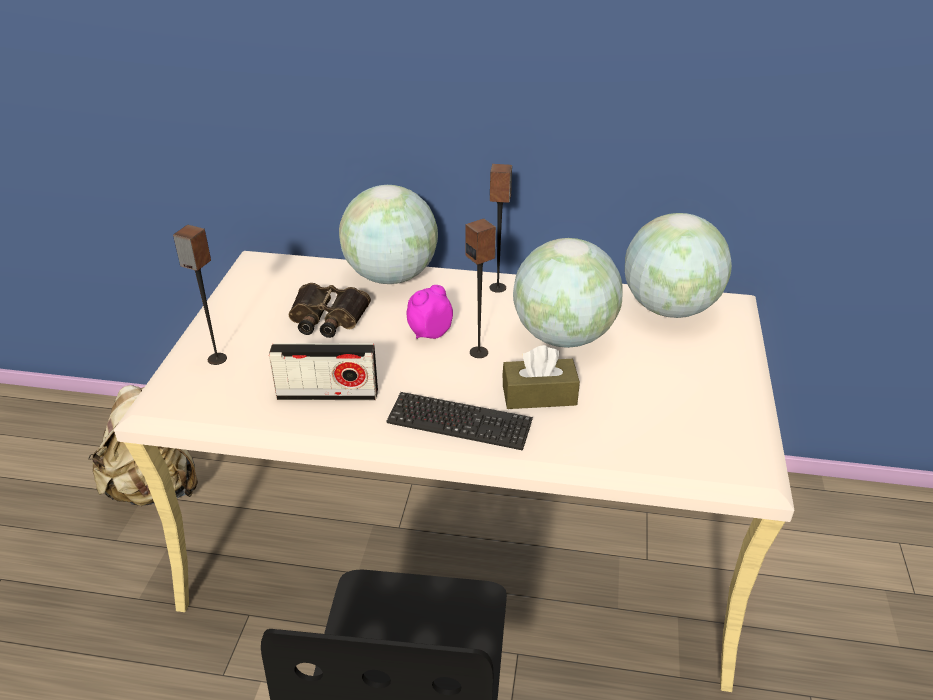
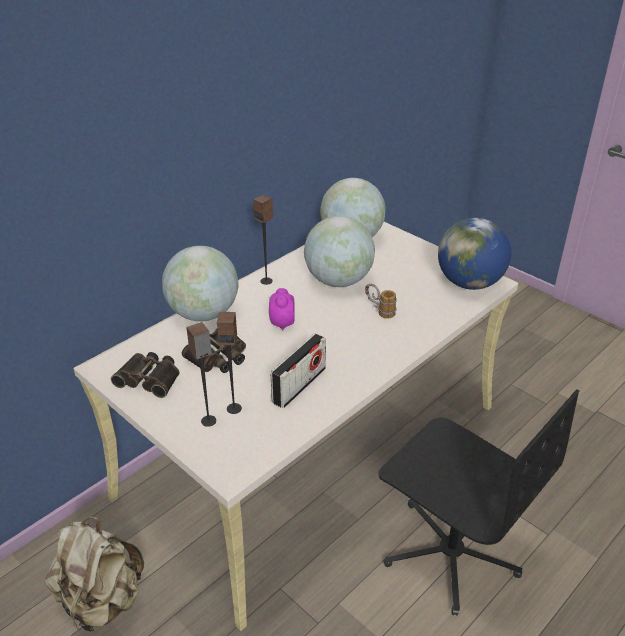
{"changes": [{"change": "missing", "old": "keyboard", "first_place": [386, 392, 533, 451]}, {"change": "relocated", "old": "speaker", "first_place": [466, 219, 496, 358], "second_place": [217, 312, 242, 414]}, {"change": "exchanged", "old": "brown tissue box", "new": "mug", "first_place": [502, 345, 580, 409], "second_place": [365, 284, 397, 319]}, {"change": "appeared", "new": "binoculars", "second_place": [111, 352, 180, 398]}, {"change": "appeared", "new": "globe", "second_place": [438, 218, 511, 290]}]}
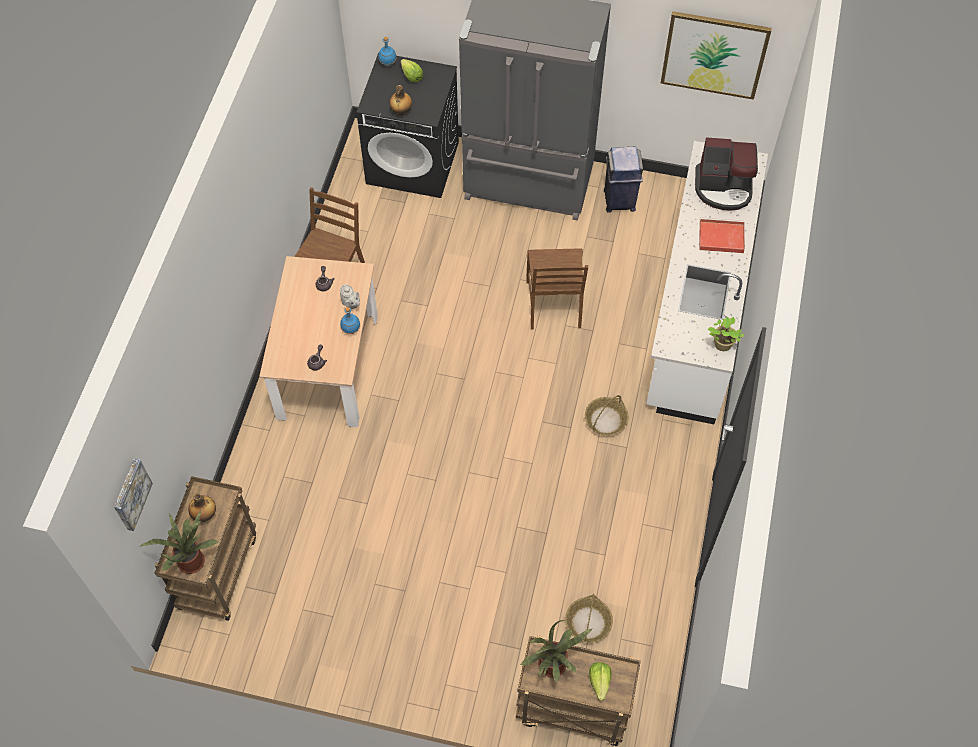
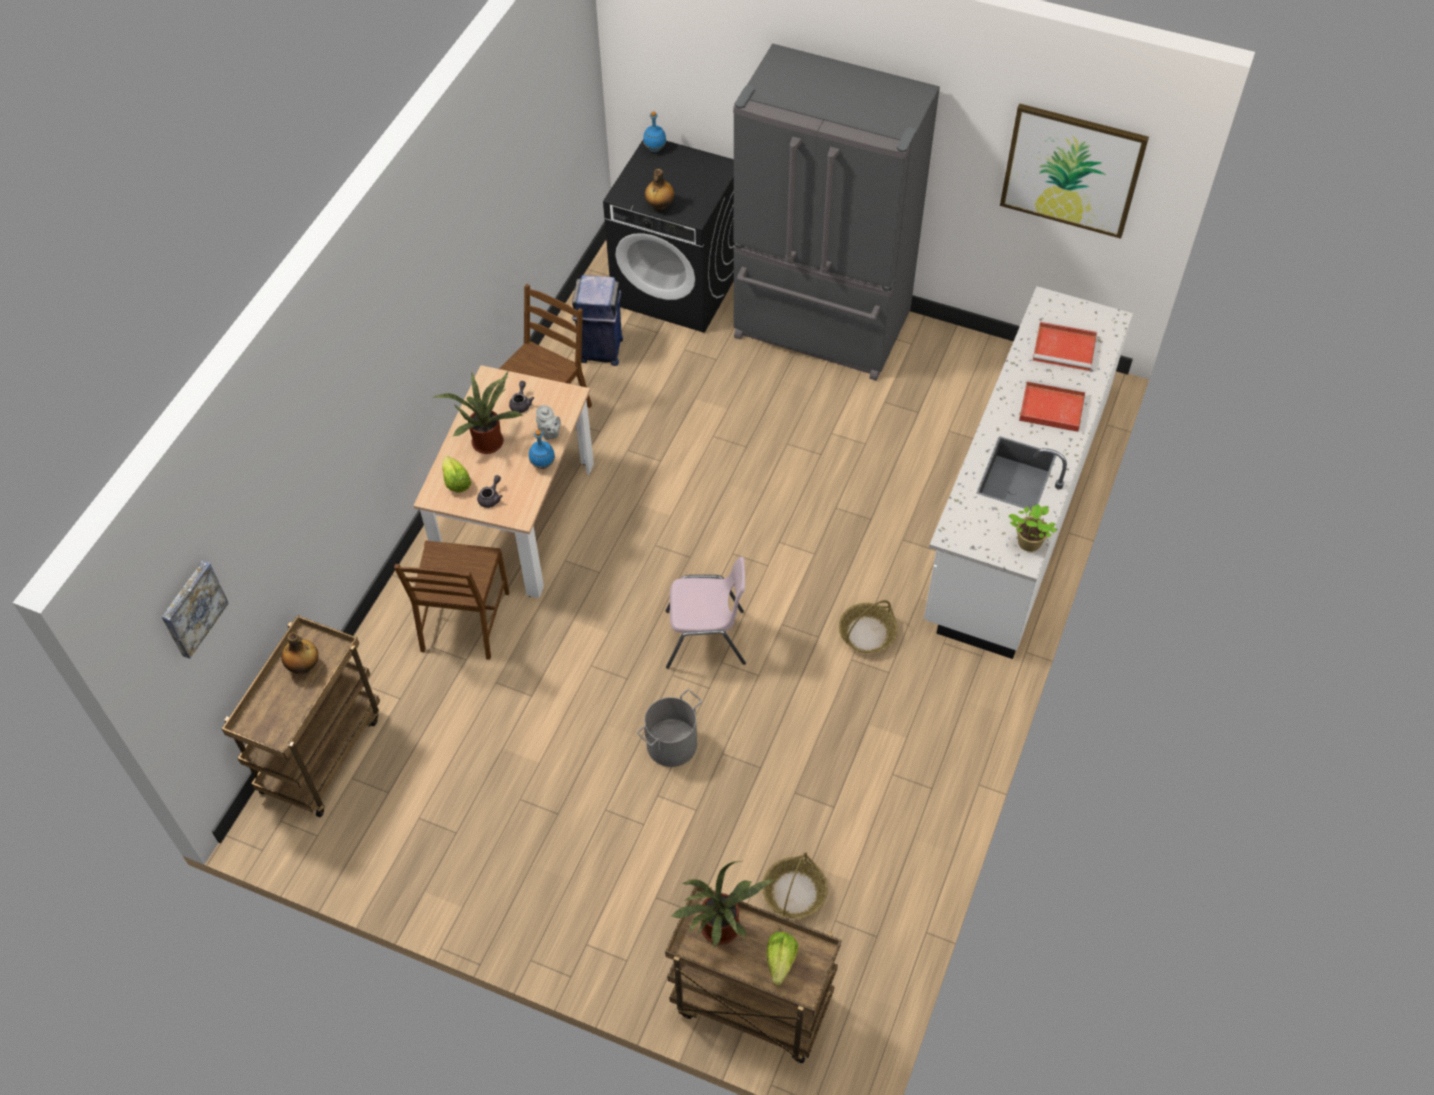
{"changes": [{"change": "relocated", "old": "potted plant", "first_place": [139, 510, 218, 574], "second_place": [433, 372, 524, 454]}, {"change": "relocated", "old": "lettuce", "first_place": [401, 59, 423, 82], "second_place": [442, 456, 471, 493]}, {"change": "relocated", "old": "brown chair", "first_place": [526, 248, 588, 330], "second_place": [394, 540, 509, 660]}, {"change": "relocated", "old": "blue trash can", "first_place": [604, 147, 643, 212], "second_place": [572, 275, 623, 366]}, {"change": "exchanged", "old": "coffee machine", "new": "red tray", "first_place": [695, 138, 758, 211], "second_place": [1032, 322, 1097, 371]}, {"change": "appeared", "new": "grey bucket", "second_place": [637, 689, 702, 767]}, {"change": "appeared", "new": "pink chair", "second_place": [666, 557, 746, 669]}]}
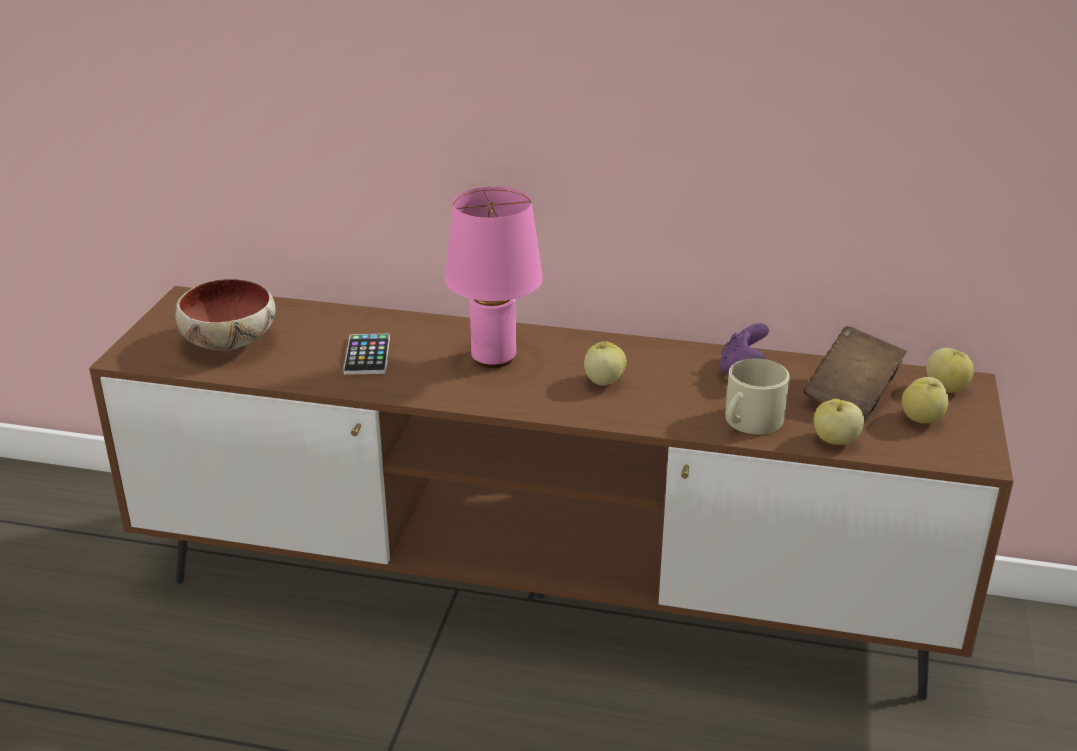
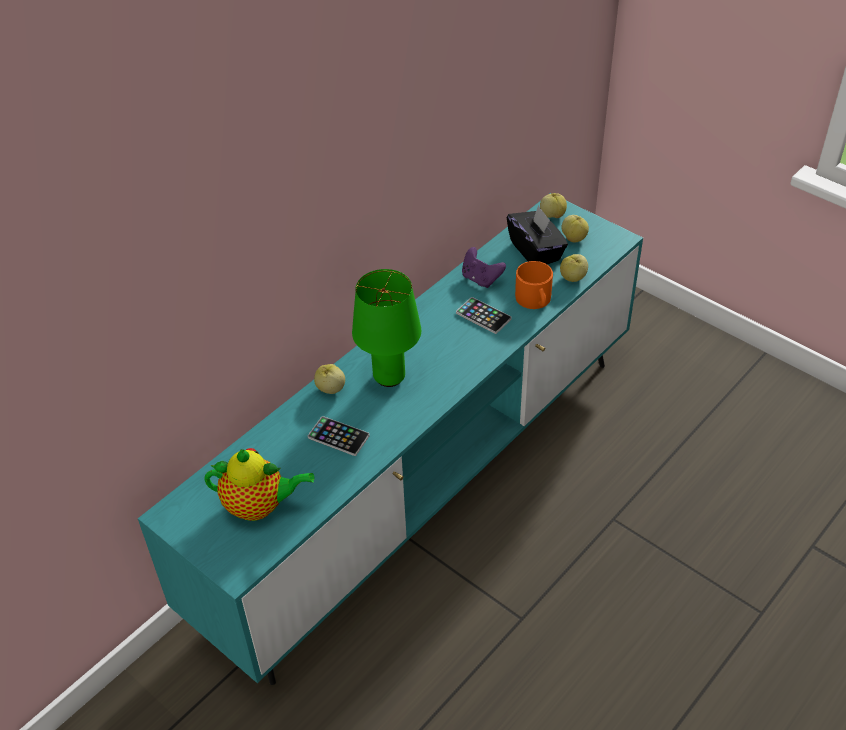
{"changes": [{"change": "colour", "old": "brown tv stand", "new": "turquoise tv stand", "first_place": [89, 286, 1013, 700], "second_place": [138, 193, 643, 685]}, {"change": "exchanged", "old": "bowl", "new": "teapot", "first_place": [174, 279, 276, 351], "second_place": [204, 448, 314, 521]}, {"change": "colour", "old": "pink table lamp", "new": "green table lamp", "first_place": [445, 187, 543, 368], "second_place": [352, 269, 421, 387]}, {"change": "relocated", "old": "apple", "first_place": [584, 341, 627, 386], "second_place": [314, 364, 345, 394]}, {"change": "colour", "old": "beige mug", "new": "orange mug", "first_place": [725, 359, 790, 434], "second_place": [515, 261, 553, 309]}, {"change": "exchanged", "old": "brown book", "new": "black tissue box", "first_place": [804, 326, 907, 421], "second_place": [507, 205, 568, 264]}, {"change": "appeared", "new": "phone", "second_place": [456, 297, 512, 334]}]}
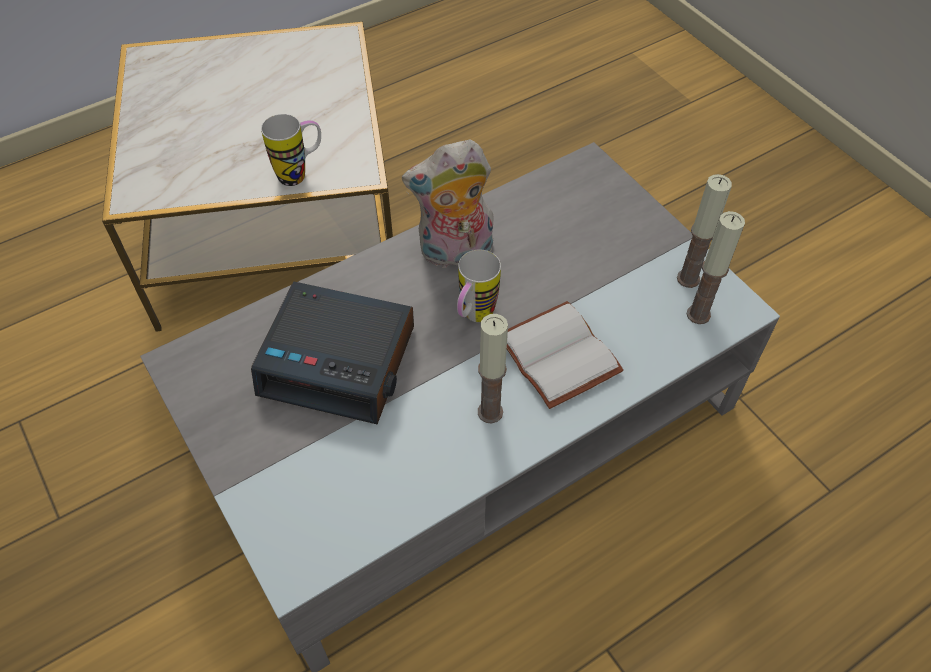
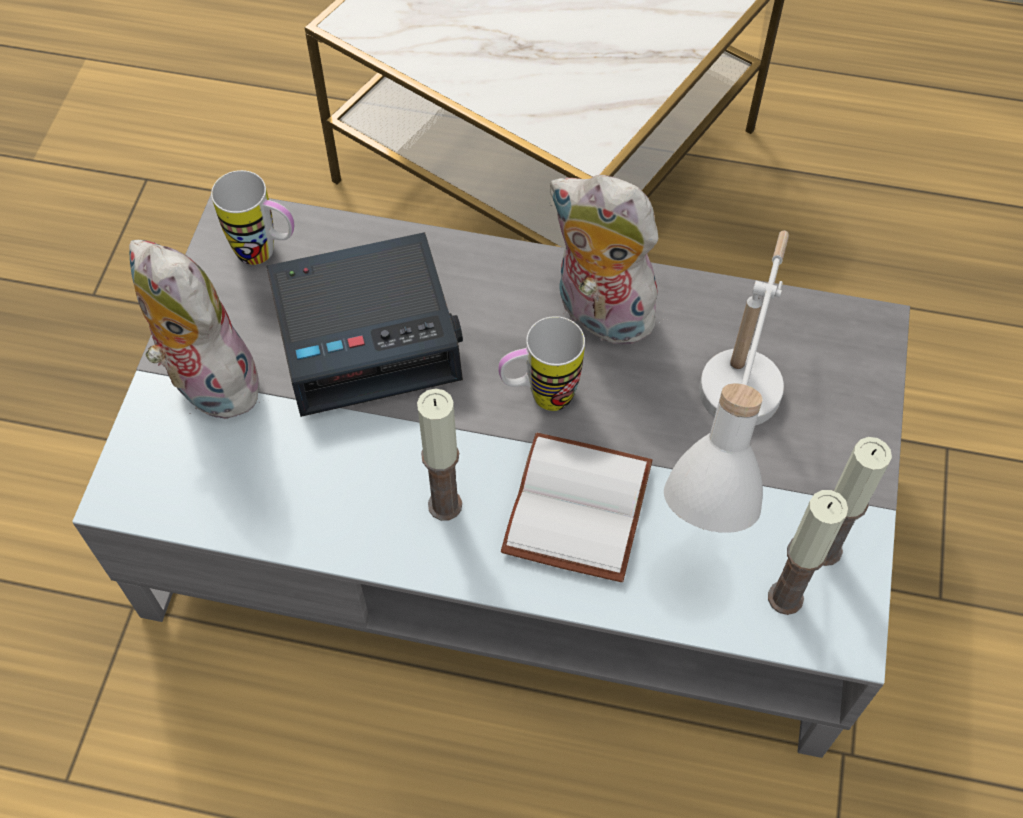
{"changes": [{"change": "spun", "old": "alarm clock", "first_place": [251, 282, 414, 424], "second_place": [267, 232, 463, 417], "degrees": -75}, {"change": "relocated", "old": "mug", "first_place": [261, 114, 321, 186], "second_place": [211, 170, 294, 265]}, {"change": "appeared", "new": "plush toy", "second_place": [129, 240, 269, 419]}, {"change": "appeared", "new": "white table lamp", "second_place": [664, 231, 789, 533]}]}
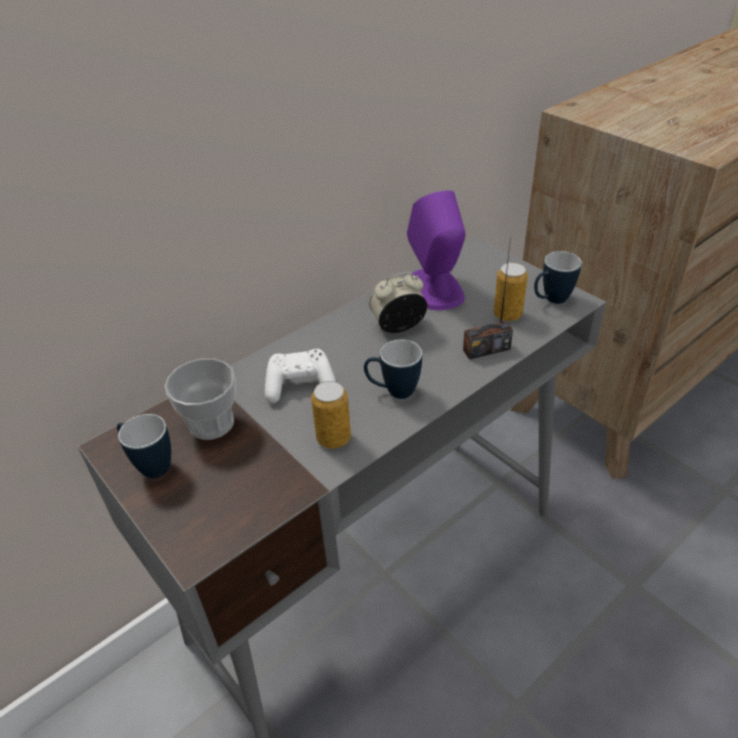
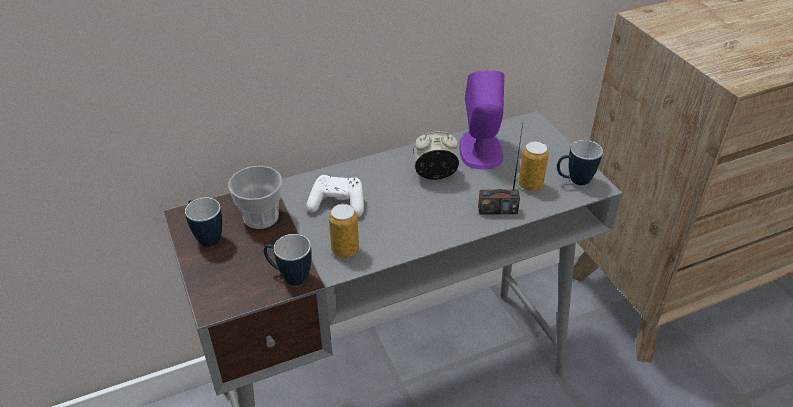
{"changes": [{"change": "relocated", "old": "mug", "first_place": [364, 340, 422, 399], "second_place": [264, 234, 311, 286]}]}
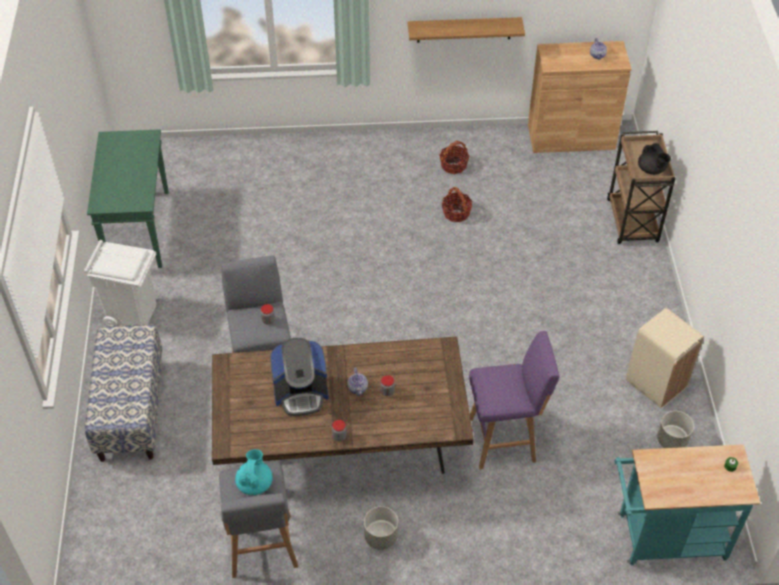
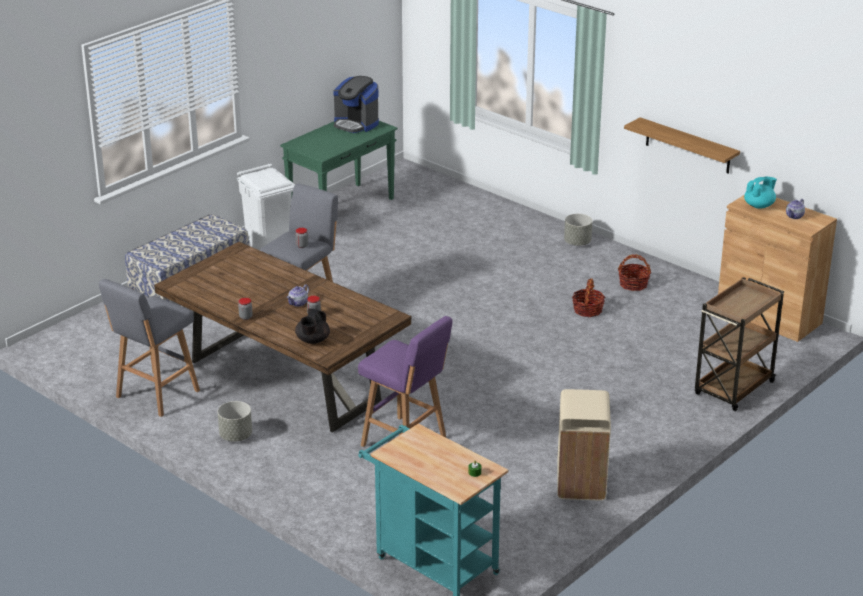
{"changes": [{"change": "relocated", "old": "turquoise teapot", "first_place": [235, 449, 273, 495], "second_place": [744, 176, 777, 209]}, {"change": "relocated", "old": "coffee machine", "first_place": [270, 338, 329, 416], "second_place": [333, 76, 379, 133]}, {"change": "relocated", "old": "black teapot", "first_place": [638, 143, 671, 175], "second_place": [295, 308, 330, 344]}, {"change": "relocated", "old": "grey planter", "first_place": [657, 411, 694, 448], "second_place": [564, 214, 592, 246]}]}
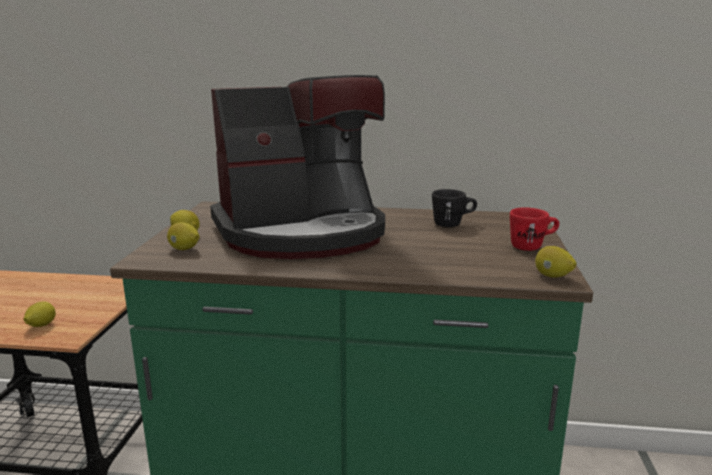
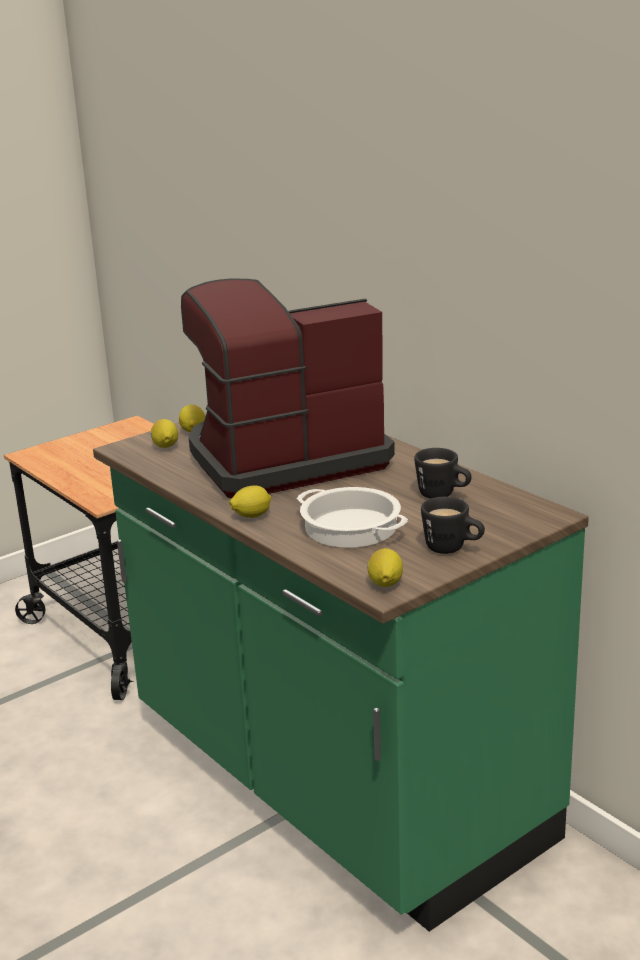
{"changes": [{"change": "relocated", "old": "lemon", "first_place": [24, 301, 56, 327], "second_place": [229, 485, 272, 518]}, {"change": "spun", "old": "coffee machine", "first_place": [210, 75, 385, 259], "second_place": [181, 278, 395, 498], "degrees": 135}, {"change": "colour", "old": "red mug", "new": "black mug", "first_place": [510, 208, 559, 251], "second_place": [421, 497, 485, 554]}, {"change": "appeared", "new": "cooking pot", "second_place": [297, 487, 408, 548]}]}
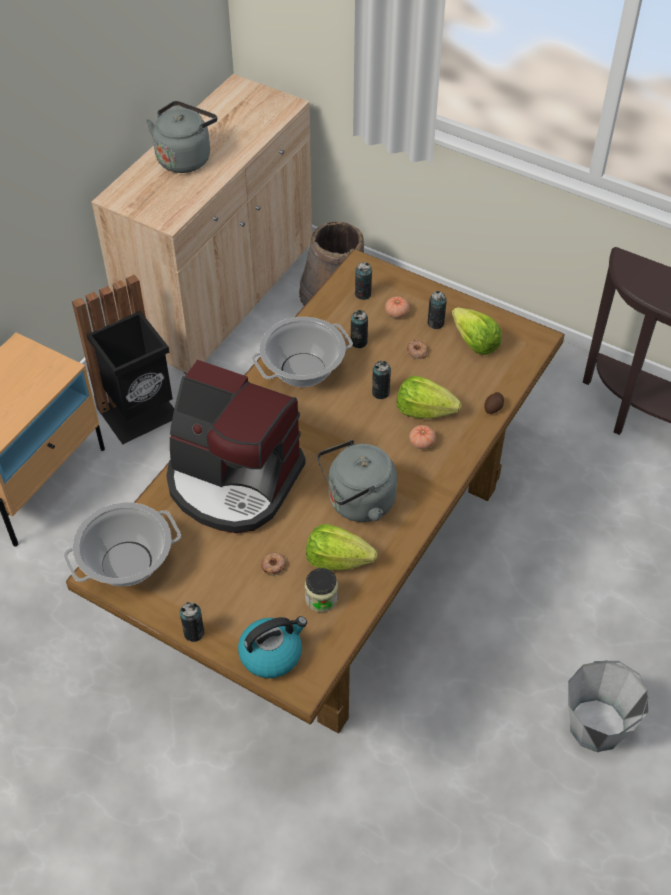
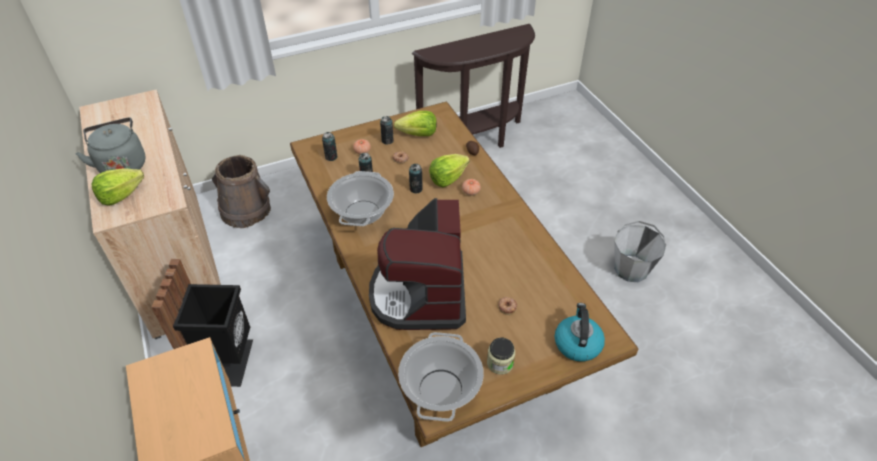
{"changes": [{"change": "spun", "old": "coffee machine", "first_place": [166, 360, 306, 533], "second_place": [369, 198, 466, 330], "degrees": 120}, {"change": "missing", "old": "can", "first_place": [180, 602, 204, 642]}, {"change": "relocated", "old": "jar", "first_place": [305, 568, 338, 612], "second_place": [487, 338, 515, 375]}, {"change": "relocated", "old": "lettuce", "first_place": [306, 524, 377, 570], "second_place": [92, 168, 144, 206]}, {"change": "missing", "old": "grey kettle", "first_place": [317, 440, 397, 522]}]}
